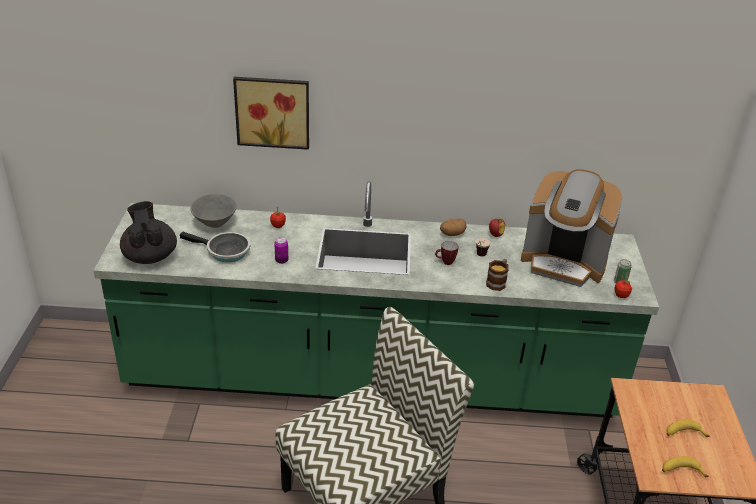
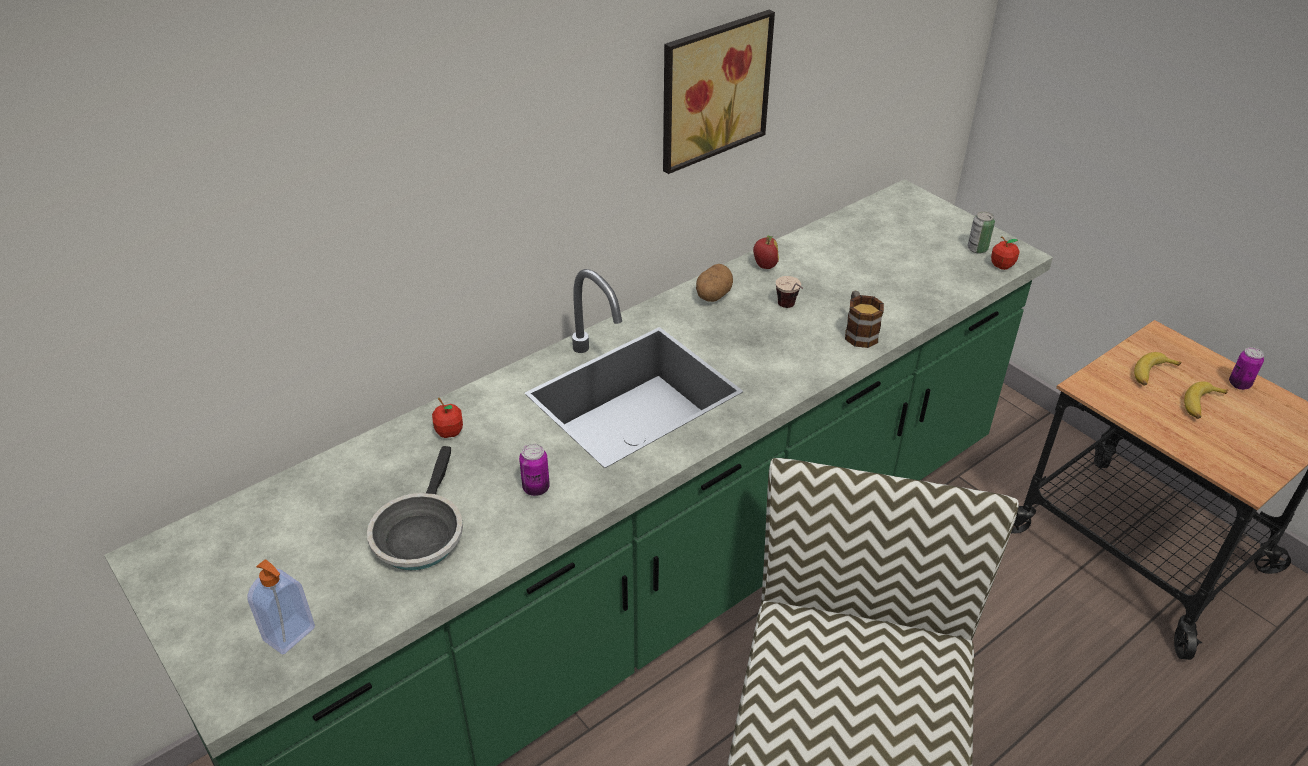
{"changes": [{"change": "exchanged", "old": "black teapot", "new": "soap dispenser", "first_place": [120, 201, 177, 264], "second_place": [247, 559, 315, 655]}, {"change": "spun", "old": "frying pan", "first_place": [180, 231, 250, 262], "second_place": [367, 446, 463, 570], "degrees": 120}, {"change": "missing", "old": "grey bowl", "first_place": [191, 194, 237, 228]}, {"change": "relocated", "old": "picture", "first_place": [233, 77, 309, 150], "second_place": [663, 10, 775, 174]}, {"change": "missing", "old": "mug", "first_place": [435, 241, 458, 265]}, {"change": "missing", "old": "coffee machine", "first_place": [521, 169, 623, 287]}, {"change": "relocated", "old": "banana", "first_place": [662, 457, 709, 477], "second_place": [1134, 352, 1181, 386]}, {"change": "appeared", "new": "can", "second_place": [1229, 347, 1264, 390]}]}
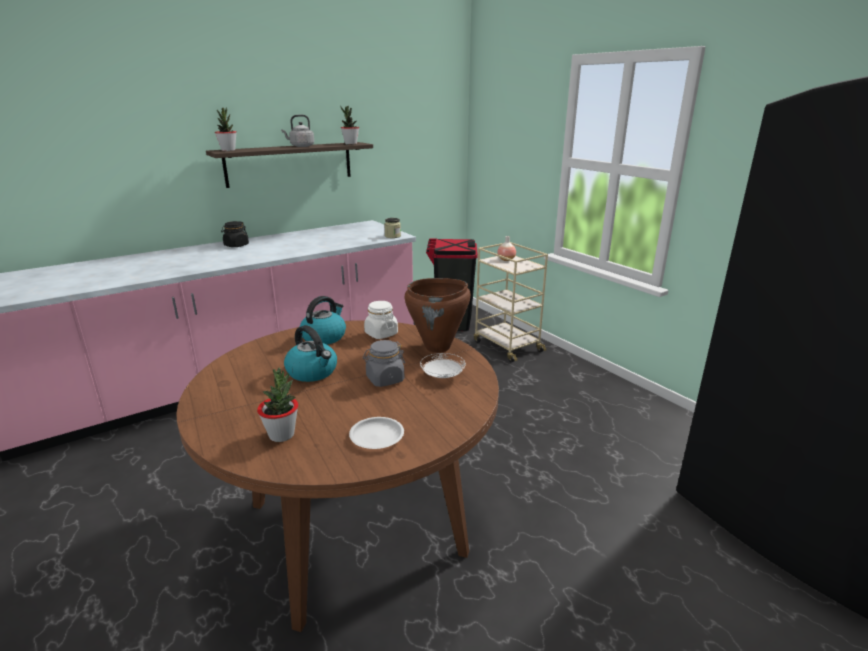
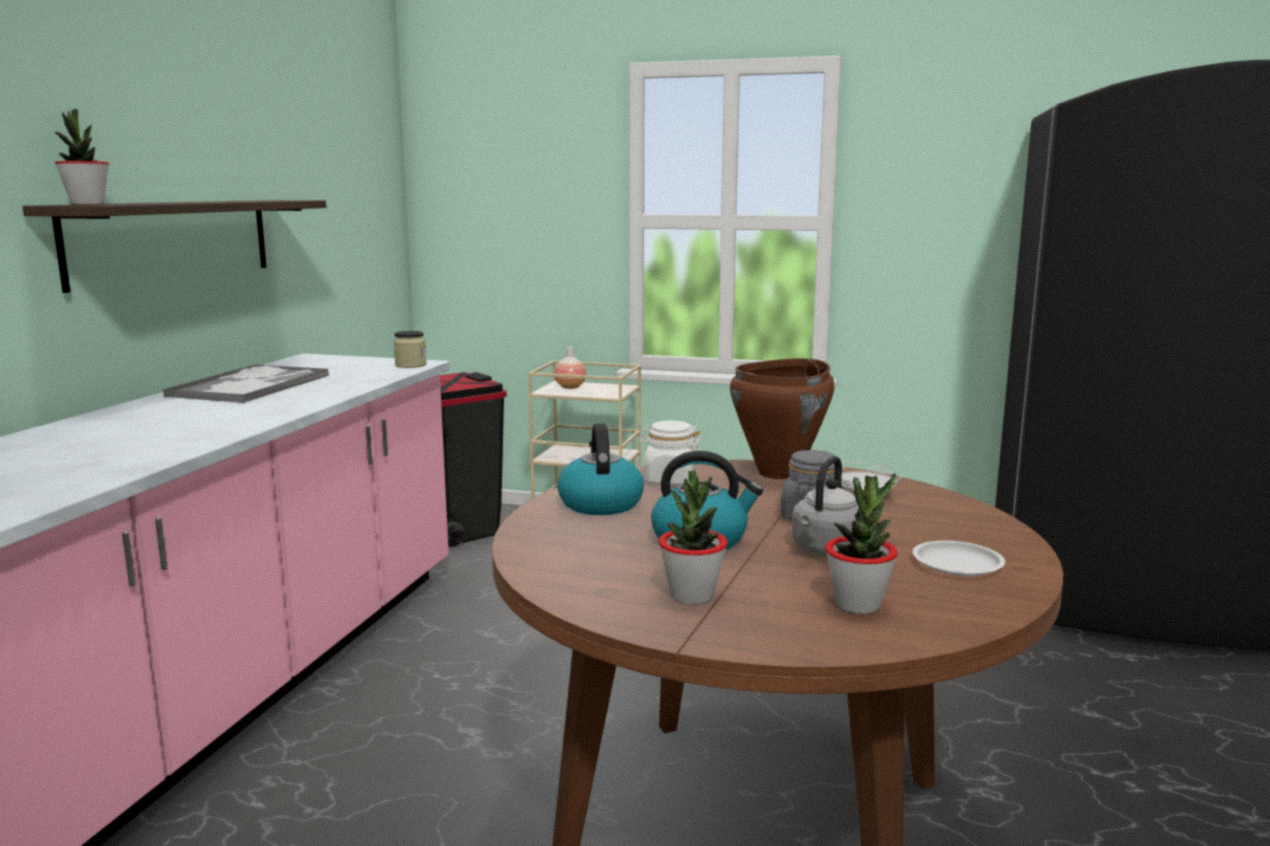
{"changes": [{"change": "missing", "old": "black jar", "first_place": [221, 221, 249, 247]}, {"change": "relocated", "old": "grey kettle", "first_place": [281, 115, 314, 147], "second_place": [792, 456, 859, 556]}, {"change": "relocated", "old": "potted plant", "first_place": [340, 106, 359, 145], "second_place": [658, 470, 728, 604]}, {"change": "appeared", "new": "tray", "second_place": [163, 364, 330, 403]}]}
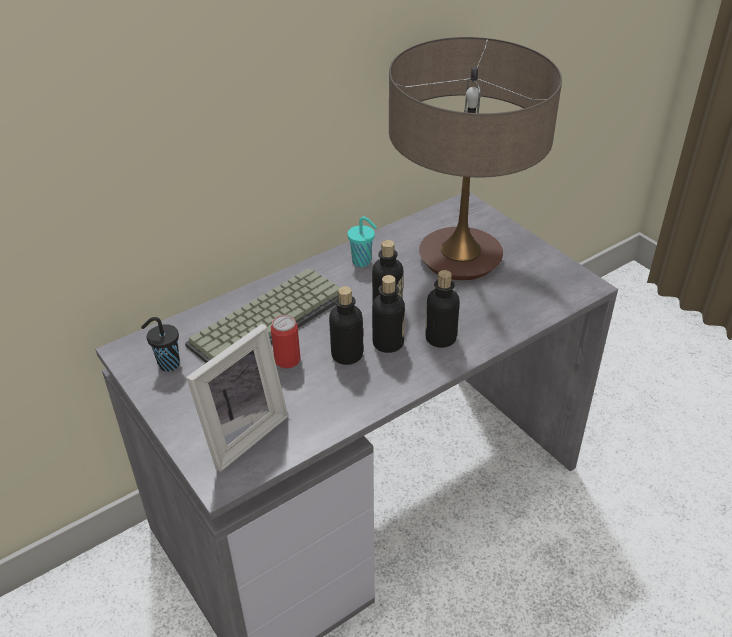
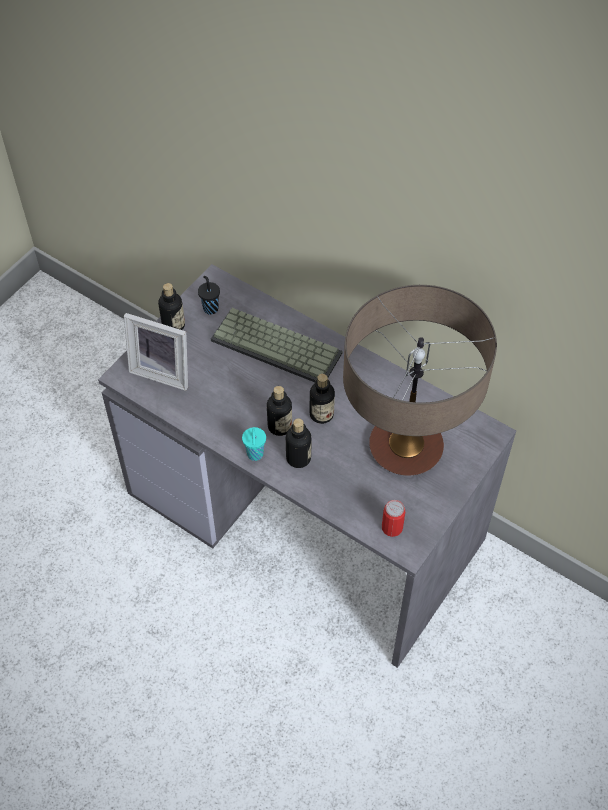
{"changes": [{"change": "relocated", "old": "can", "first_place": [271, 315, 300, 368], "second_place": [382, 500, 405, 537]}, {"change": "relocated", "old": "bottle", "first_place": [329, 286, 363, 365], "second_place": [158, 283, 185, 330]}, {"change": "relocated", "old": "turquoise cup", "first_place": [348, 217, 377, 267], "second_place": [242, 427, 266, 461]}]}
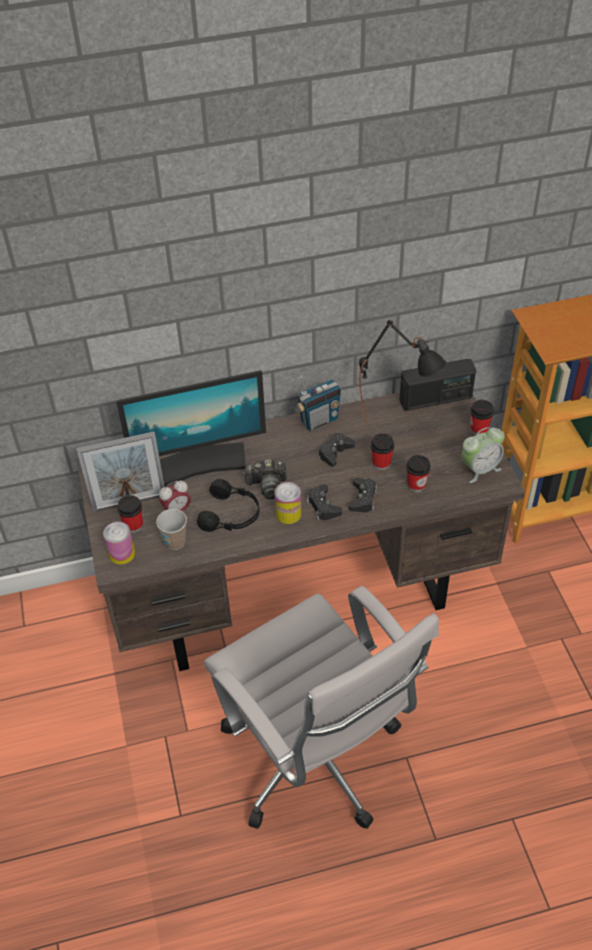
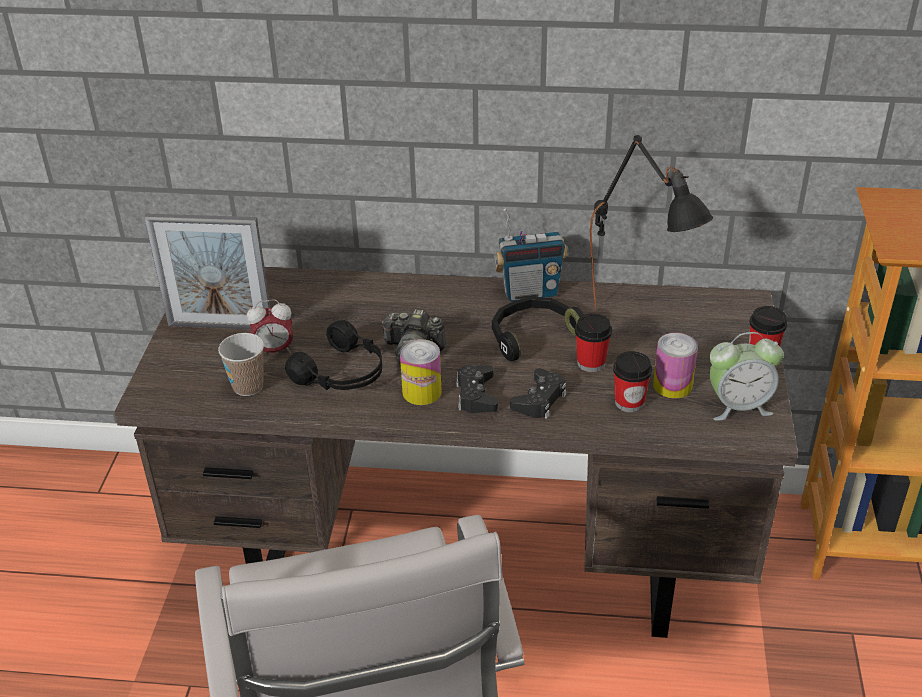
{"changes": [{"change": "relocated", "old": "can", "first_place": [103, 522, 135, 565], "second_place": [653, 333, 698, 399]}, {"change": "missing", "old": "monitor", "first_place": [116, 370, 266, 487]}, {"change": "missing", "old": "cup", "first_place": [117, 495, 143, 533]}, {"change": "exchanged", "old": "black game controller", "new": "black headphones", "first_place": [319, 433, 356, 467], "second_place": [492, 297, 584, 361]}, {"change": "missing", "old": "radio", "first_place": [400, 359, 476, 411]}]}
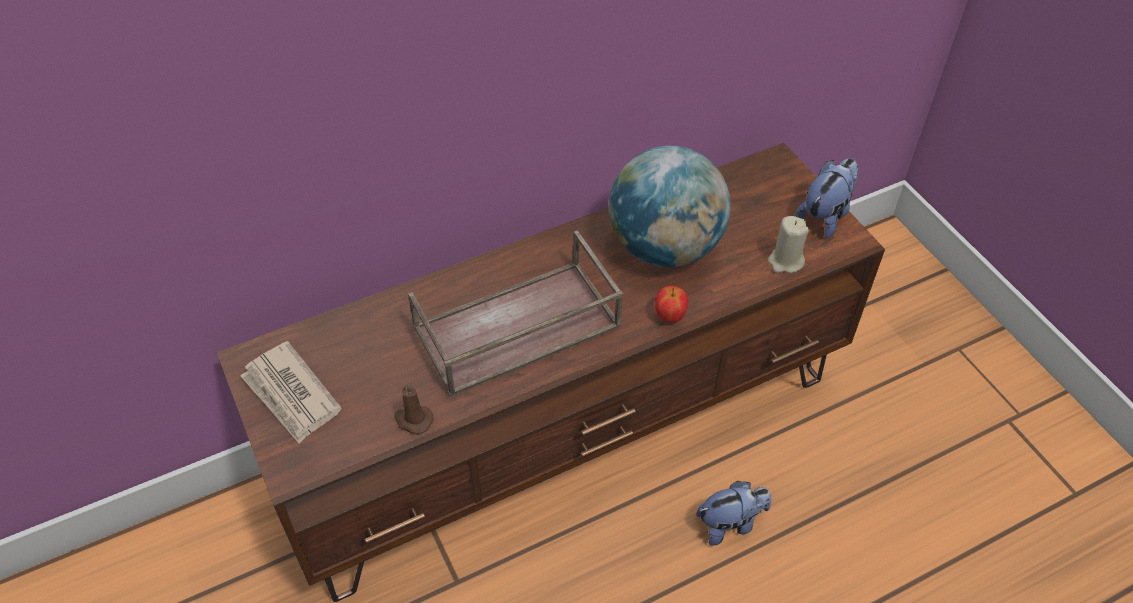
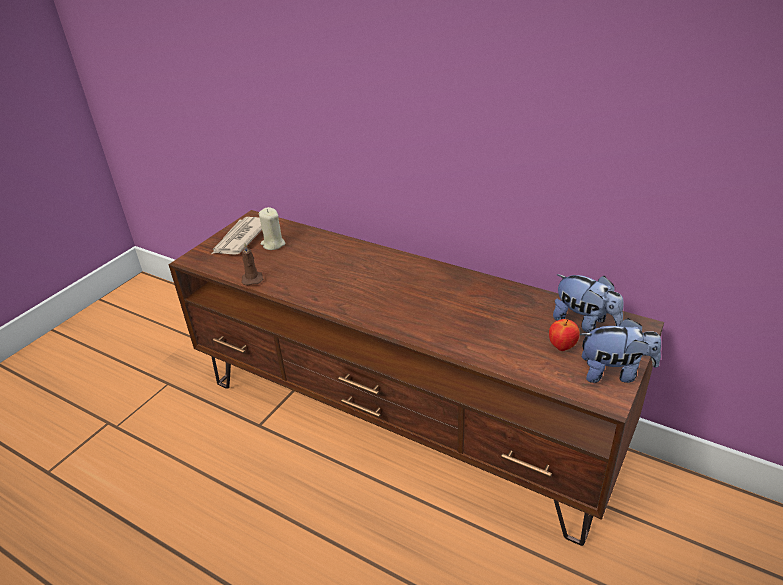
{"changes": [{"change": "missing", "old": "brown tray", "first_place": [408, 230, 623, 397]}, {"change": "missing", "old": "globe", "first_place": [609, 145, 731, 267]}, {"change": "relocated", "old": "apple", "first_place": [655, 286, 688, 322], "second_place": [549, 319, 580, 351]}, {"change": "relocated", "old": "plush toy", "first_place": [696, 481, 771, 546], "second_place": [553, 274, 623, 333]}, {"change": "relocated", "old": "beige candle", "first_place": [768, 216, 809, 273], "second_place": [259, 207, 285, 250]}]}
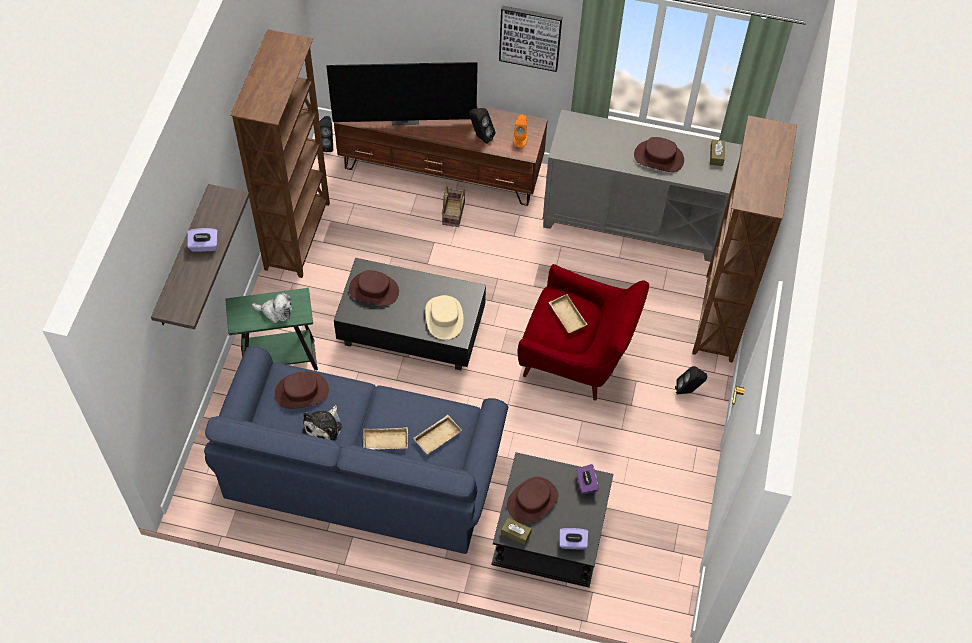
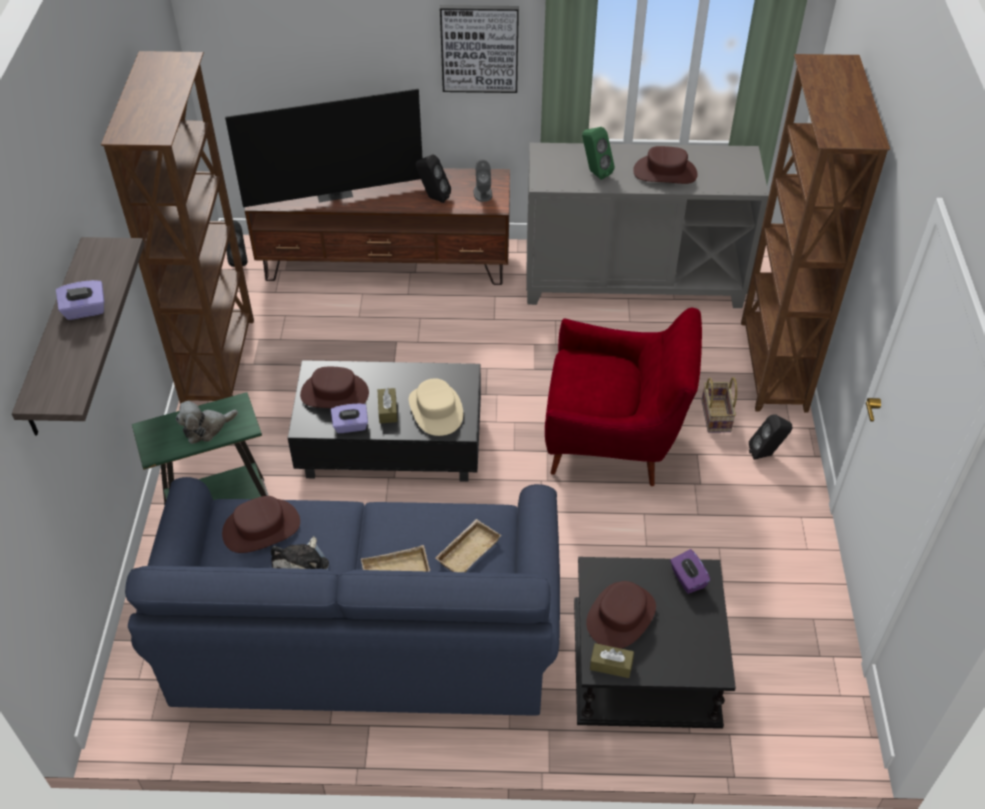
{"changes": [{"change": "spun", "old": "plush toy", "first_place": [252, 292, 292, 323], "second_place": [176, 401, 238, 444], "degrees": 150}, {"change": "relocated", "old": "basket", "first_place": [442, 186, 466, 227], "second_place": [701, 377, 737, 433]}, {"change": "colour", "old": "orange speaker", "new": "grey speaker", "first_place": [513, 115, 528, 147], "second_place": [474, 159, 492, 202]}, {"change": "missing", "old": "beige tray", "first_place": [549, 294, 588, 333]}, {"change": "relocated", "old": "purple tissue box", "first_place": [559, 528, 588, 550], "second_place": [331, 404, 368, 433]}, {"change": "relocated", "old": "brown tissue box", "first_place": [710, 139, 725, 166], "second_place": [378, 388, 398, 423]}, {"change": "appeared", "new": "green speaker", "second_place": [582, 127, 615, 180]}]}
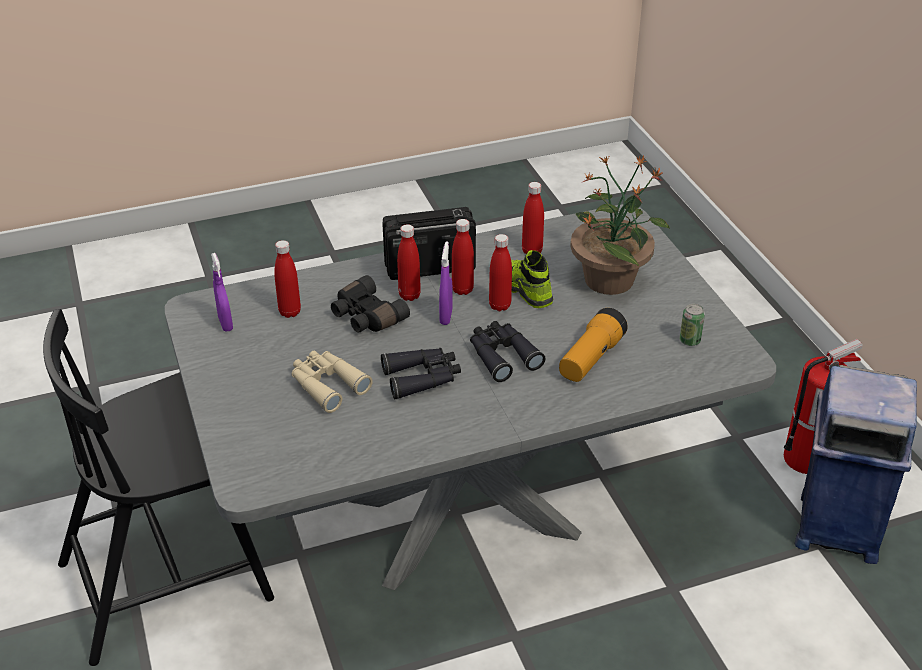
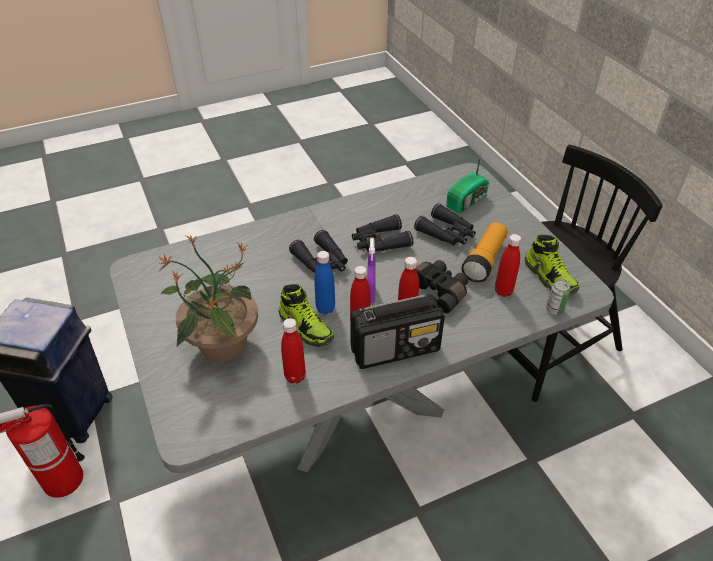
{"changes": [{"change": "exchanged", "old": "purple spray bottle", "new": "shoe", "first_place": [211, 253, 233, 332], "second_place": [525, 235, 580, 295]}, {"change": "colour", "old": "beige binoculars", "new": "black binoculars", "first_place": [292, 351, 373, 413], "second_place": [414, 203, 476, 245]}, {"change": "colour", "old": "red bottle", "new": "blue bottle", "first_place": [489, 234, 512, 311], "second_place": [314, 251, 335, 314]}, {"change": "relocated", "old": "flashlight", "first_place": [559, 308, 628, 382], "second_place": [462, 222, 507, 282]}, {"change": "relocated", "old": "can", "first_place": [679, 304, 705, 346], "second_place": [546, 280, 571, 315]}, {"change": "appeared", "new": "radio", "second_place": [446, 149, 489, 213]}]}
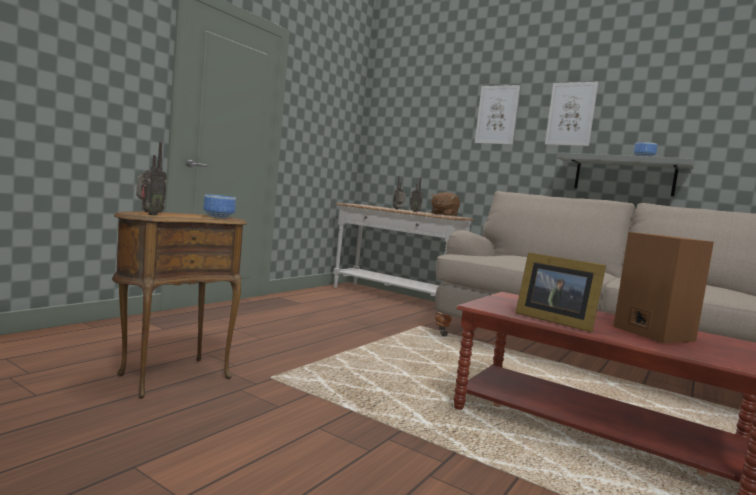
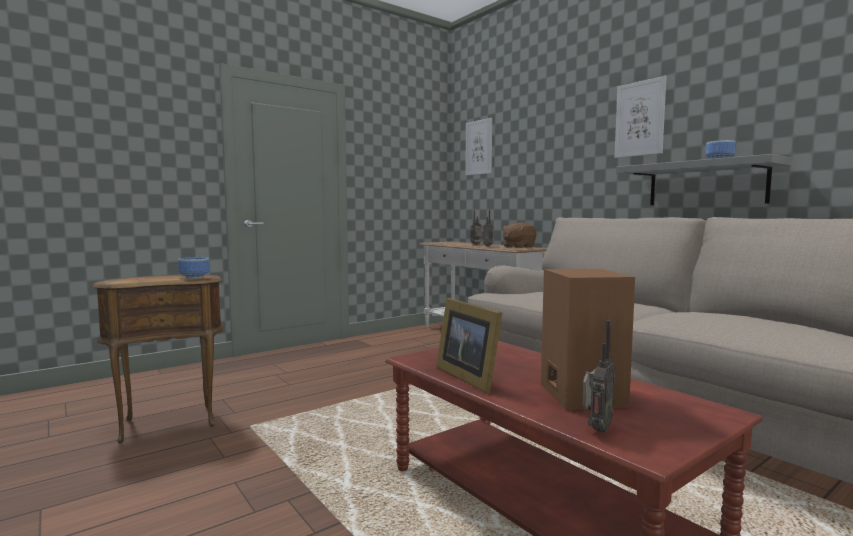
{"changes": [{"change": "relocated", "old": "radio", "first_place": [136, 142, 167, 215], "second_place": [582, 320, 615, 433]}, {"change": "relocated", "old": "picture", "first_place": [475, 85, 520, 145], "second_place": [465, 118, 492, 175]}]}
